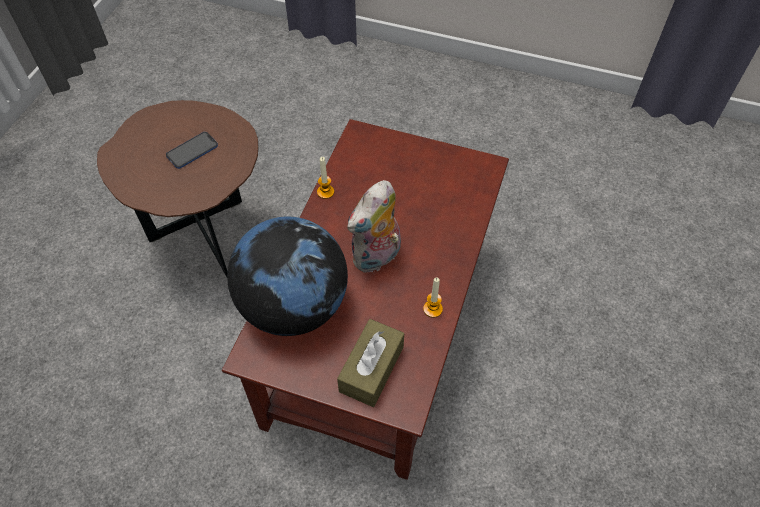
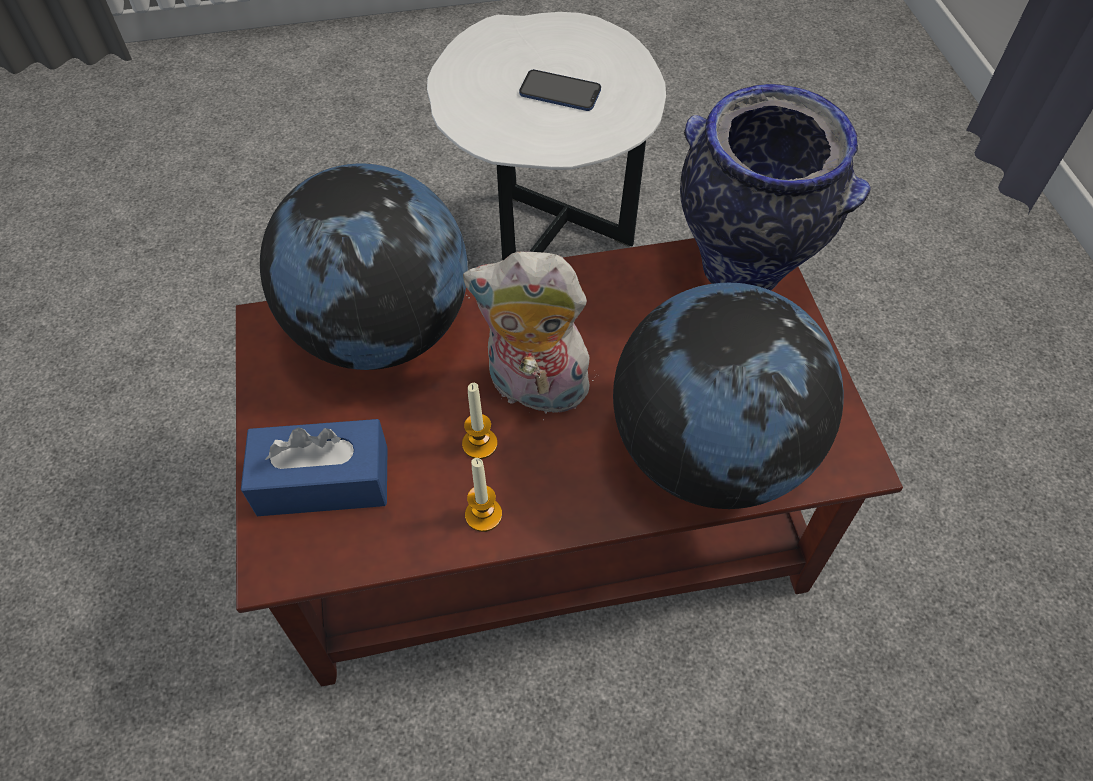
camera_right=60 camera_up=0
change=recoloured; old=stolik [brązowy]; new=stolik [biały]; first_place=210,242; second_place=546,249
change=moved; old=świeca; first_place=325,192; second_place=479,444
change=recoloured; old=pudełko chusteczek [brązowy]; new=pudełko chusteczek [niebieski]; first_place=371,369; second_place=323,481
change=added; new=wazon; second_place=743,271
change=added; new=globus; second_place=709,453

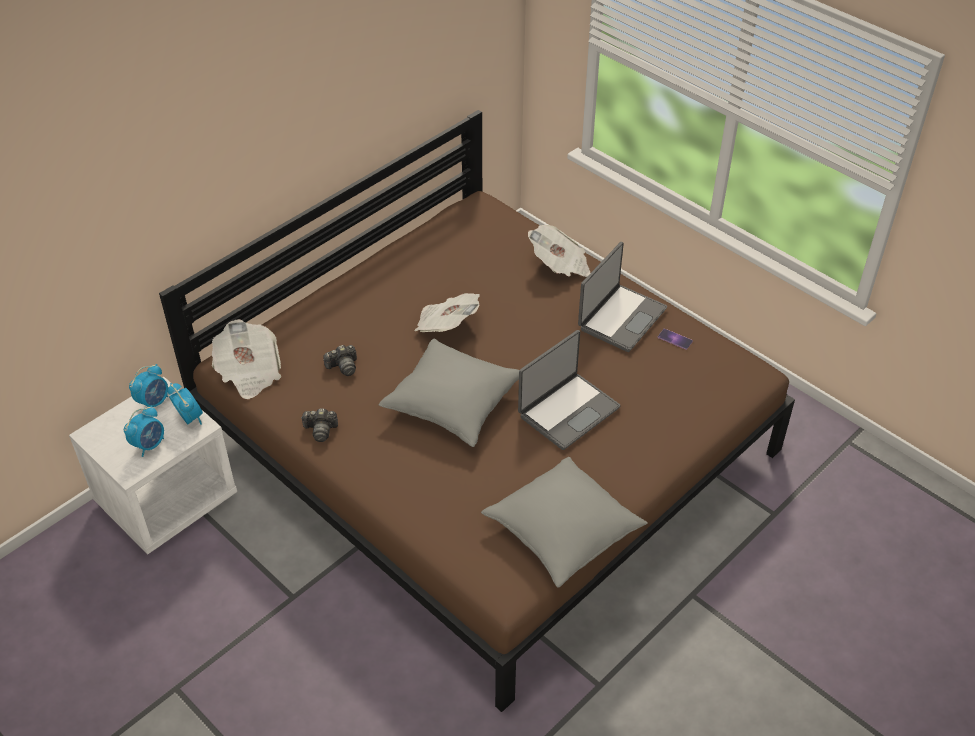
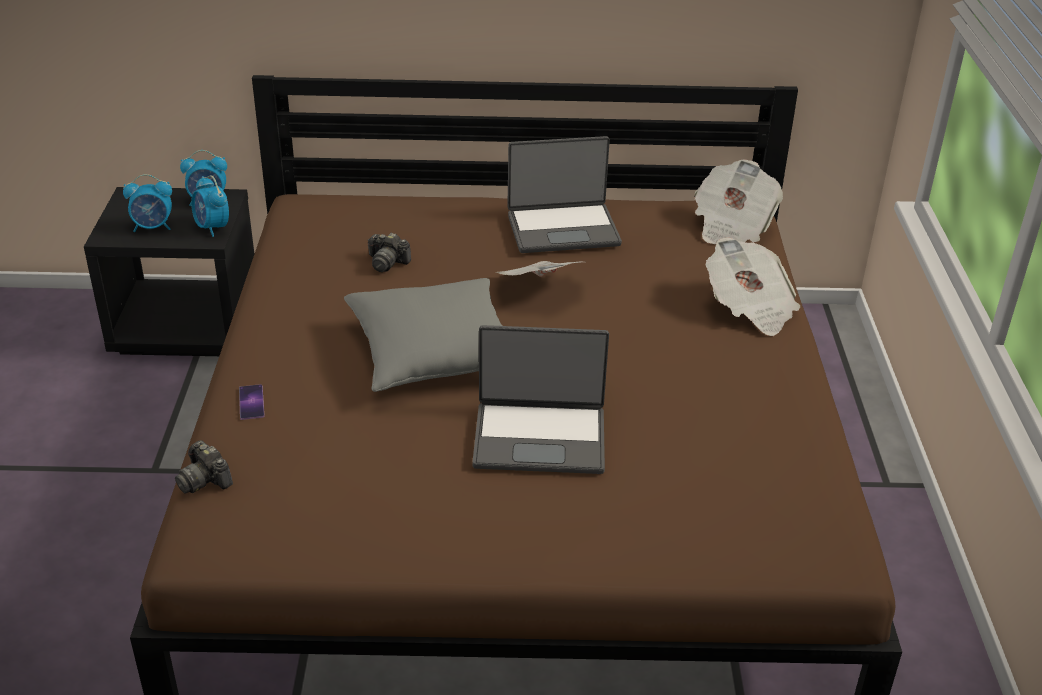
camera_right=45 camera_up=-10
change=moved; old=laptop; first_place=621,318; second_place=563,229
change=moved; old=gazeta; first_place=249,372; second_place=732,225
change=moved; old=telefon; first_place=675,339; second_place=251,402
change=recoloured; old=szafka nocna [biały]; new=szafka nocna [czarny]; first_place=167,499; second_place=188,327
change=turned; old=budzik; first_place=189,418; second_place=212,228; degrees=135
change=moved; old=aparat fotograficzny; first_place=320,430; second_place=204,480
change=removed; old=poduszka [szary]; first_place=563,531

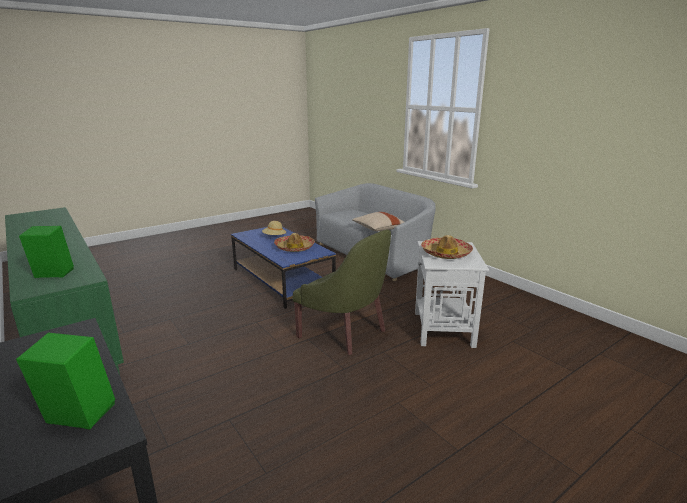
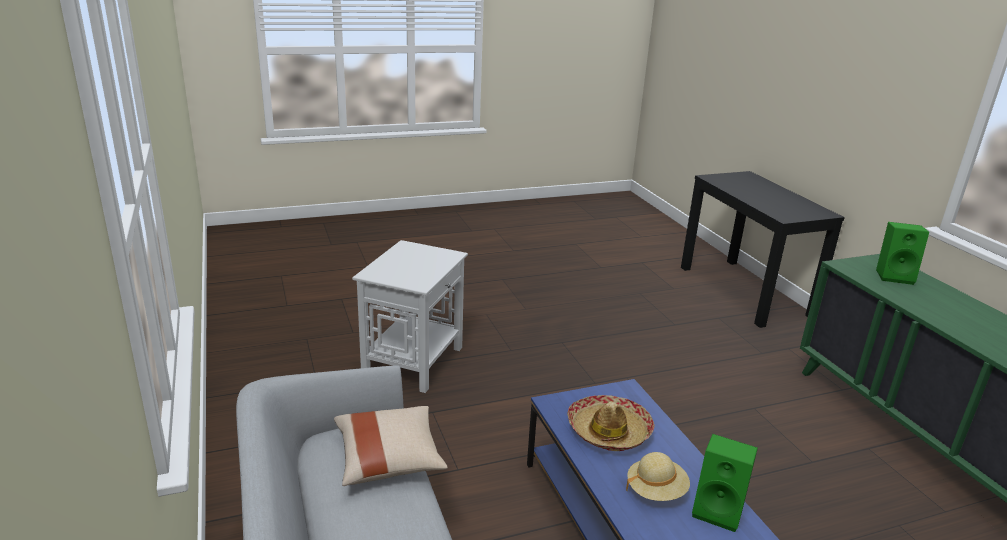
camera_right=-165 camera_up=5
change=removed; old=fotel [zielony]; first_place=345,332
change=removed; old=kapelusz; first_place=446,254
change=moved; old=głośnik [zielony]; first_place=76,418; second_place=719,510

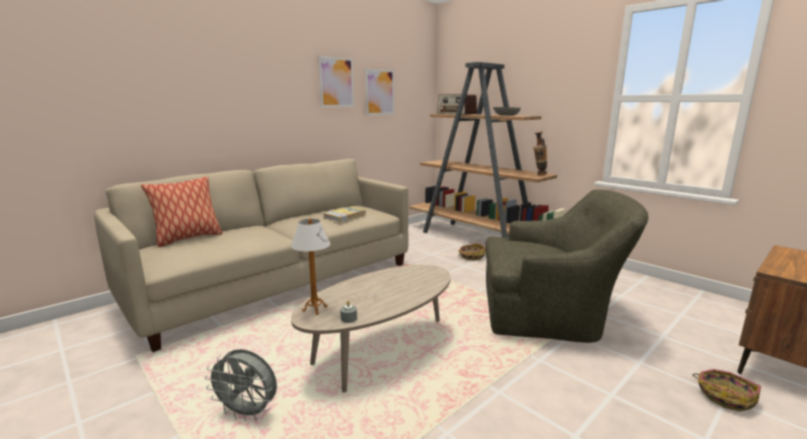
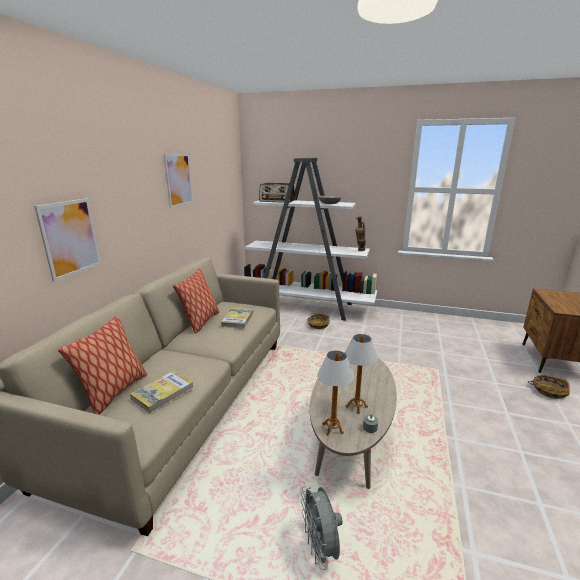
camera_right=-30 camera_up=5
change=recoloured; old=regał [brązowy]; new=regał [biały]; first_place=478,239; second_place=305,307
change=moved; old=obraz; first_place=379,92; second_place=70,238
change=removed; old=fotel [zielony]; first_place=550,314
change=turned; old=wentylator [szary]; first_place=248,413; second_place=320,548; degrees=90
change=added; new=poduszka; second_place=201,322
change=added; new=lampa stołowa; second_place=356,407
change=added; new=książka; second_place=163,393

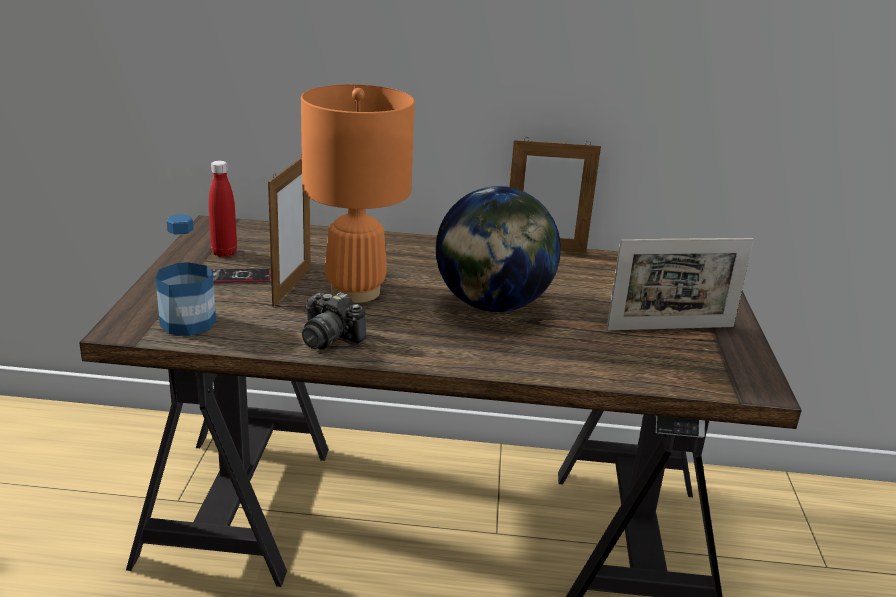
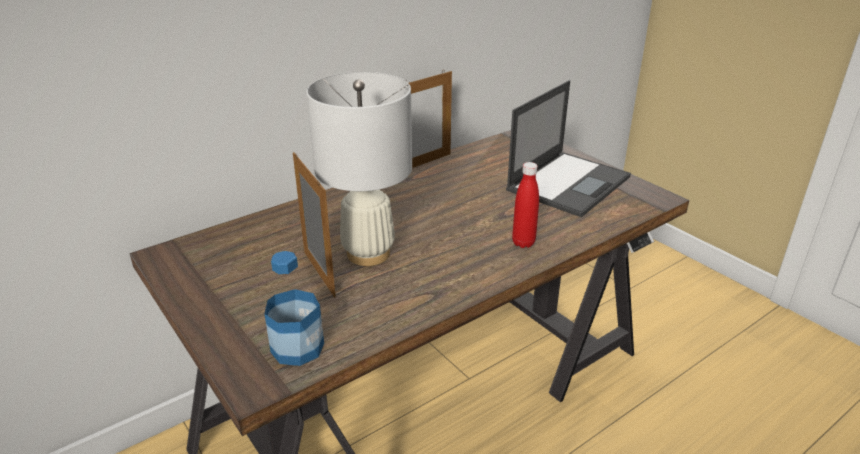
camera_right=-40 camera_up=5
change=recoloured; old=lampa stołowa [pomarańczowy]; new=lampa stołowa [biały]; first_place=355,292; second_place=369,253
change=moved; old=butelka [czerwony]; first_place=224,253; second_place=523,243
change=removed; old=globus; first_place=492,306
change=replaced; old=ramka na zdjęcie; new=laptop; first_place=670,328; second_place=569,183
change=removed; old=telefon; first_place=239,277
change=removed; old=aparat fotograficzny; first_place=330,337

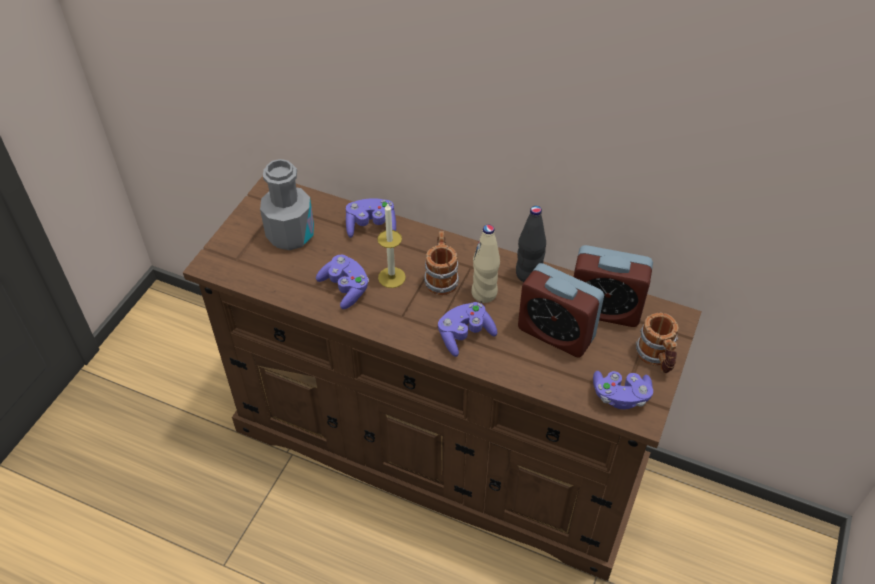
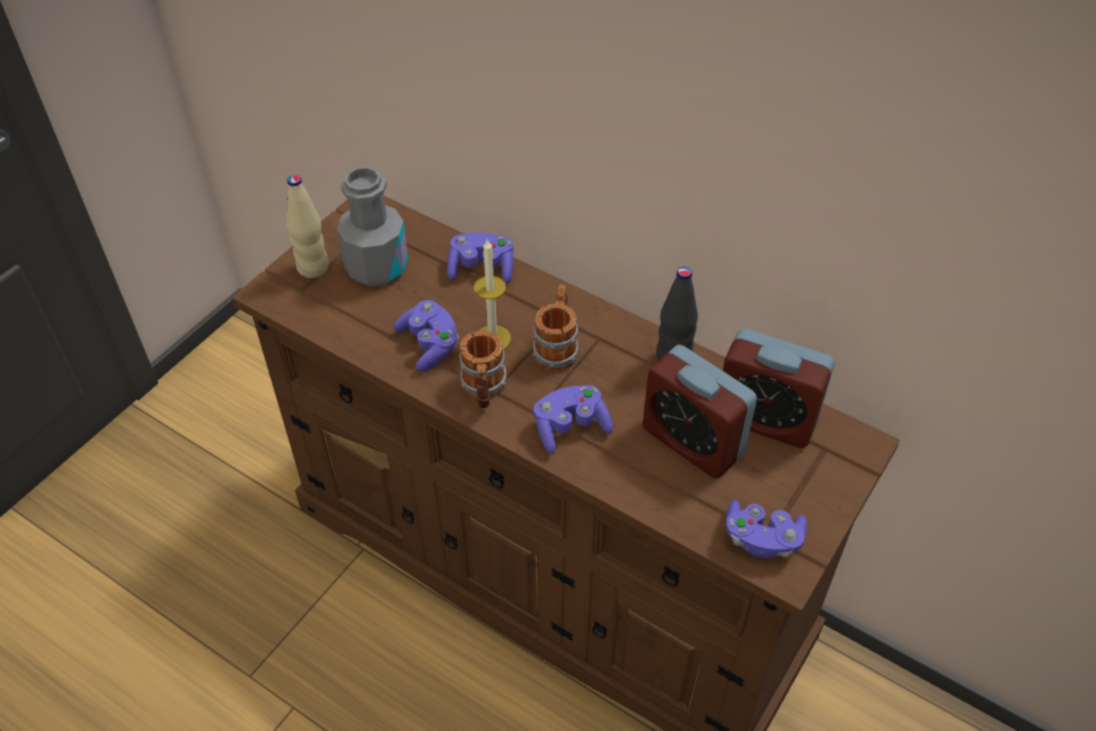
camera_right=10 camera_up=0
change=moved; old=butelka [beżowy]; first_place=484,293; second_place=313,268
change=moved; old=kubek; first_place=656,358; second_place=483,390

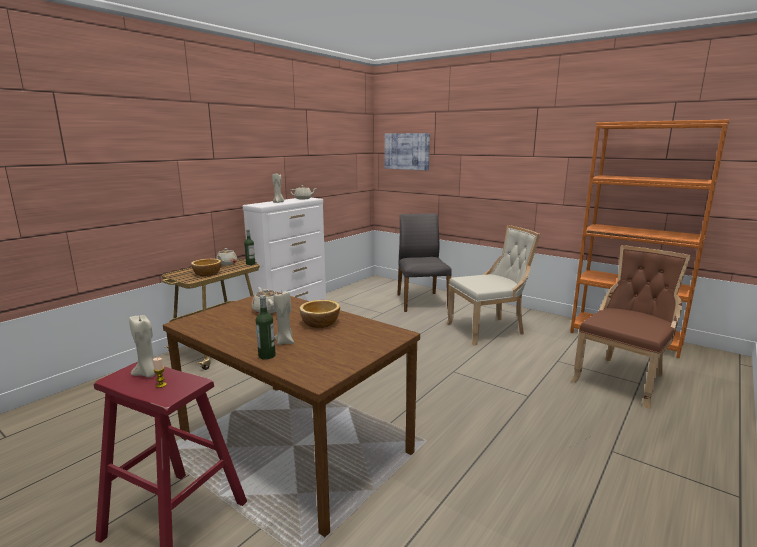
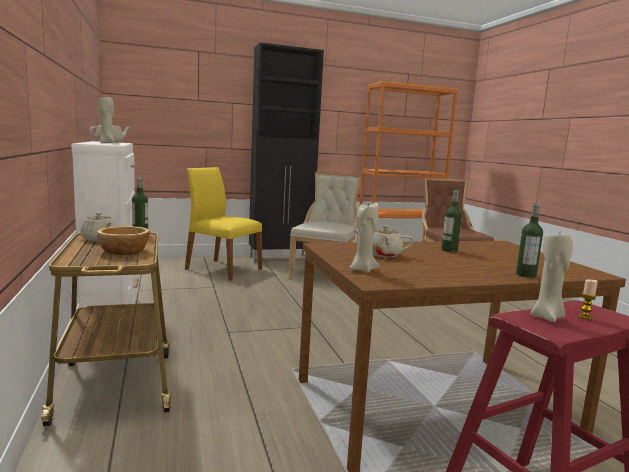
camera_right=-55 camera_up=-5
change=removed; old=obraz; first_place=407,151
change=recoloured; old=krzesło [szary]; new=krzesło [żółty]; first_place=421,301; second_place=222,269
change=moved; old=świeca [beżowy]; first_place=285,342; second_place=362,270
change=replaced; old=miska; new=butelka; first_place=320,323; second_place=449,250
change=added; new=szafka [czarny]; second_place=280,259

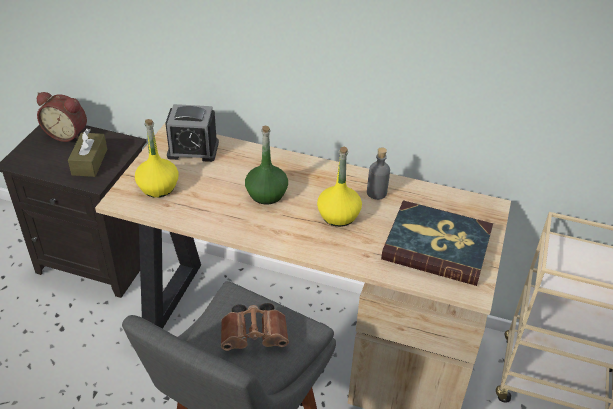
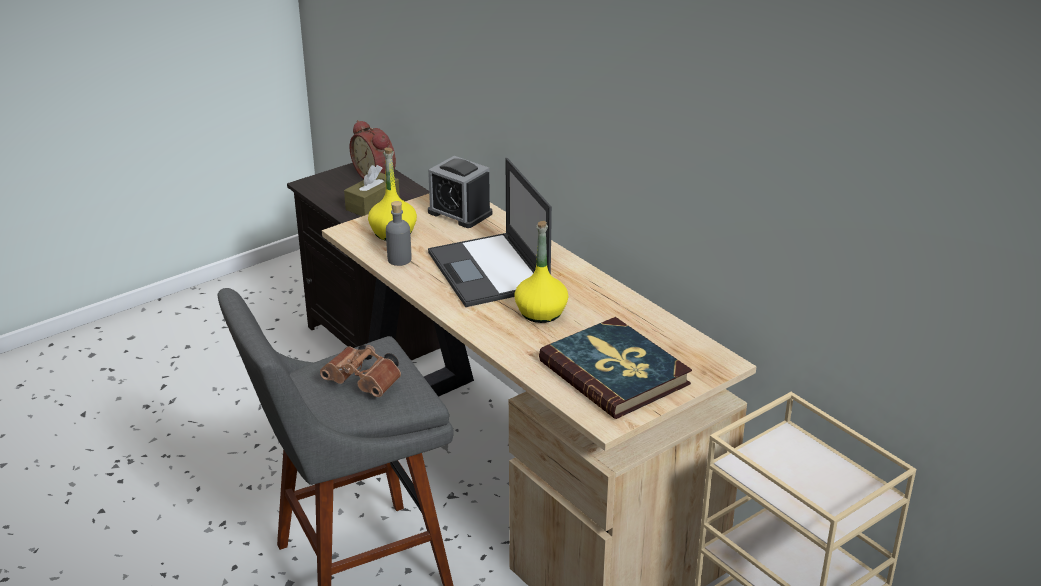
camera_right=35 camera_up=-10
change=replaced; old=butelka [zielony]; new=laptop; first_place=267,194; second_place=489,271
change=moved; old=butelka [szary]; first_place=376,193; second_place=399,259

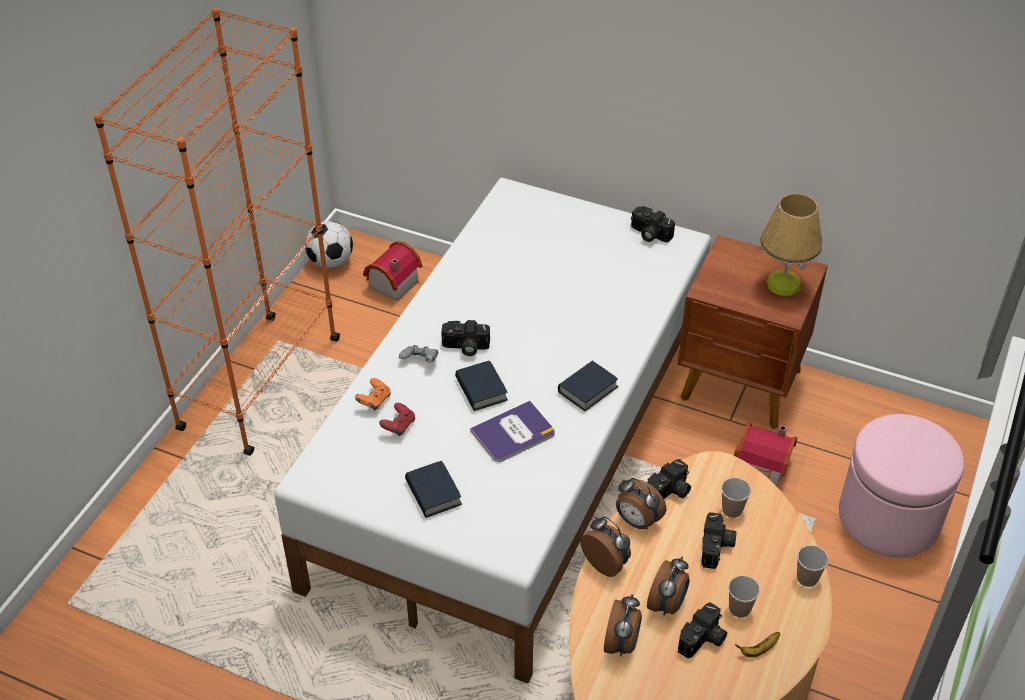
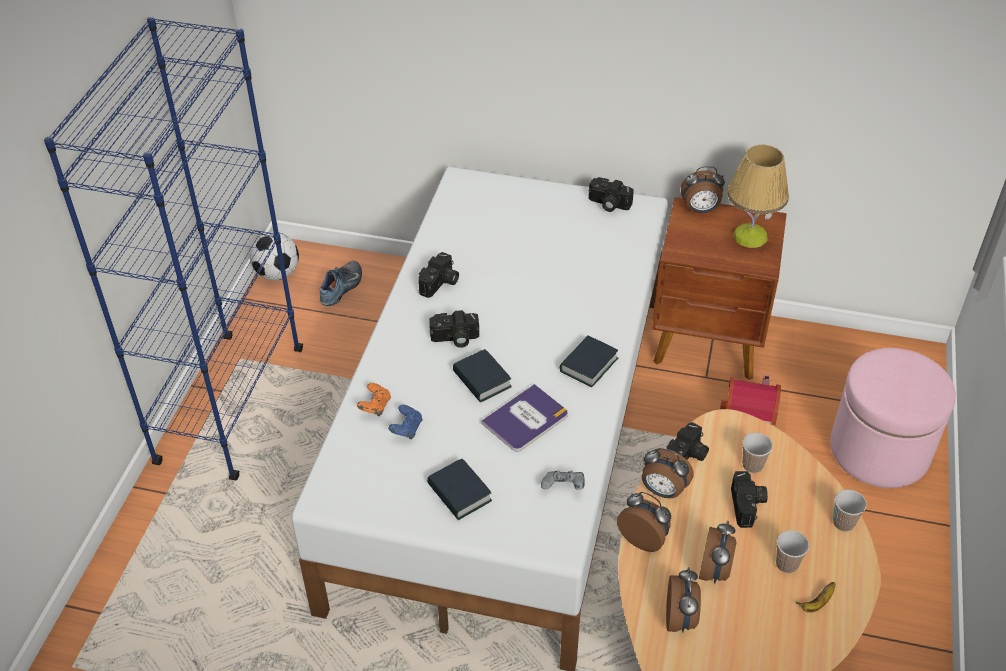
camera_right=-10 camera_up=0
change=recoloured; old=regał [pomarańczowy]; new=regał [niebieski]; first_place=259,384; second_place=230,405
change=replaced; old=domek; new=but; first_place=390,284; second_place=342,288
change=moved; old=pad do gier [szary]; first_place=420,362; second_place=563,488
change=recoloured; old=pad do gier [czerwony]; new=pad do gier [niebieski]; first_place=398,426; second_place=406,429
change=moved; old=aparat fotograficzny; first_place=703,640; second_place=440,284
change=added; new=budzik; second_place=700,210

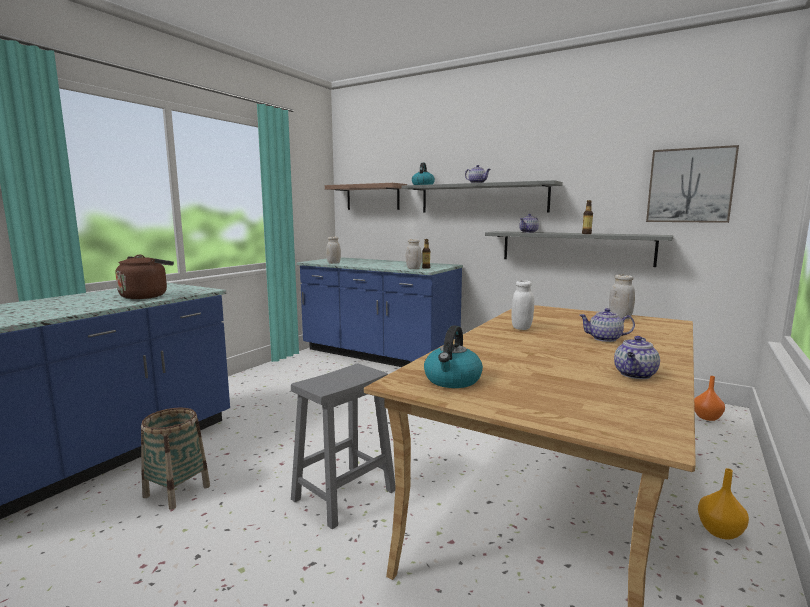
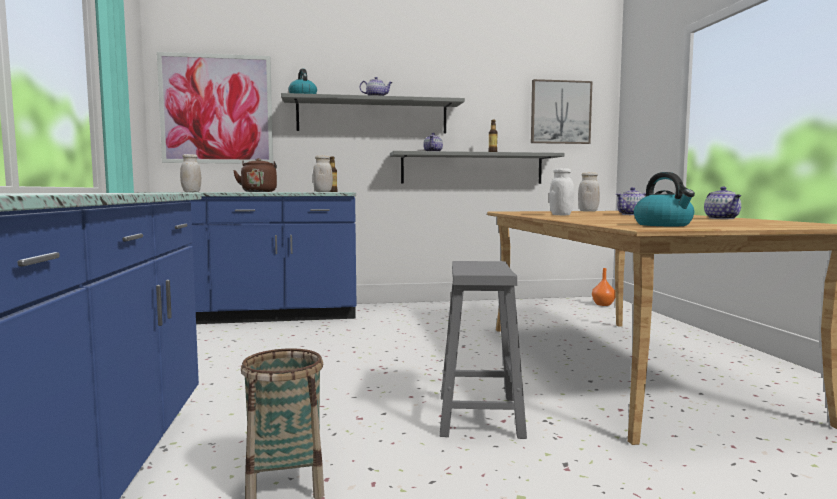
camera_right=-40 camera_up=-5
change=replaced; old=półka; new=obraz; first_place=372,197; second_place=216,109
change=moved; old=czajnik [brązowy]; first_place=146,296; second_place=259,192
change=removed; old=wazon [pomarańczowy]; first_place=719,532

